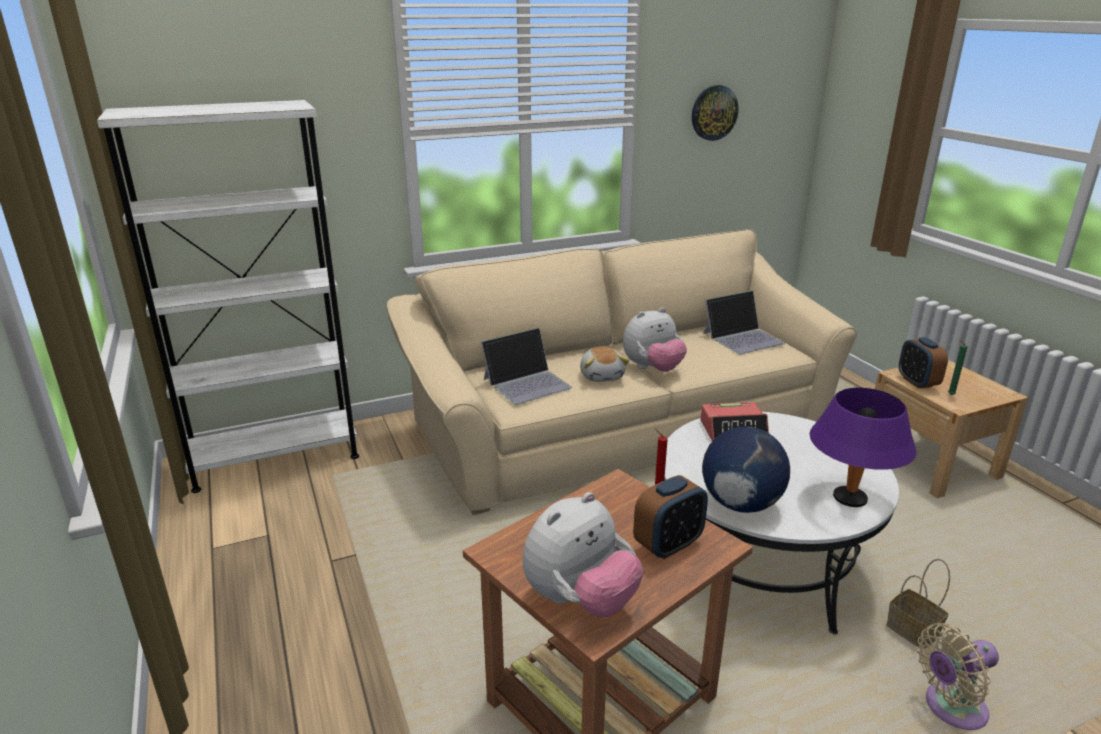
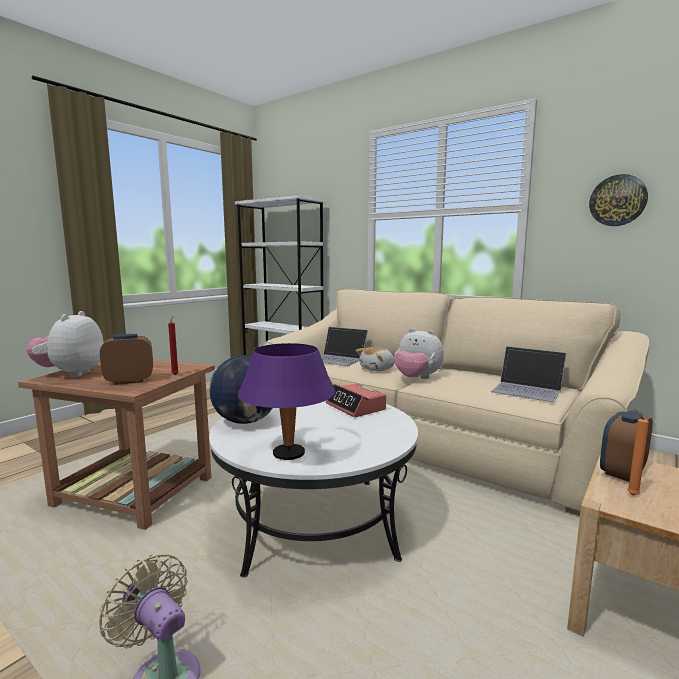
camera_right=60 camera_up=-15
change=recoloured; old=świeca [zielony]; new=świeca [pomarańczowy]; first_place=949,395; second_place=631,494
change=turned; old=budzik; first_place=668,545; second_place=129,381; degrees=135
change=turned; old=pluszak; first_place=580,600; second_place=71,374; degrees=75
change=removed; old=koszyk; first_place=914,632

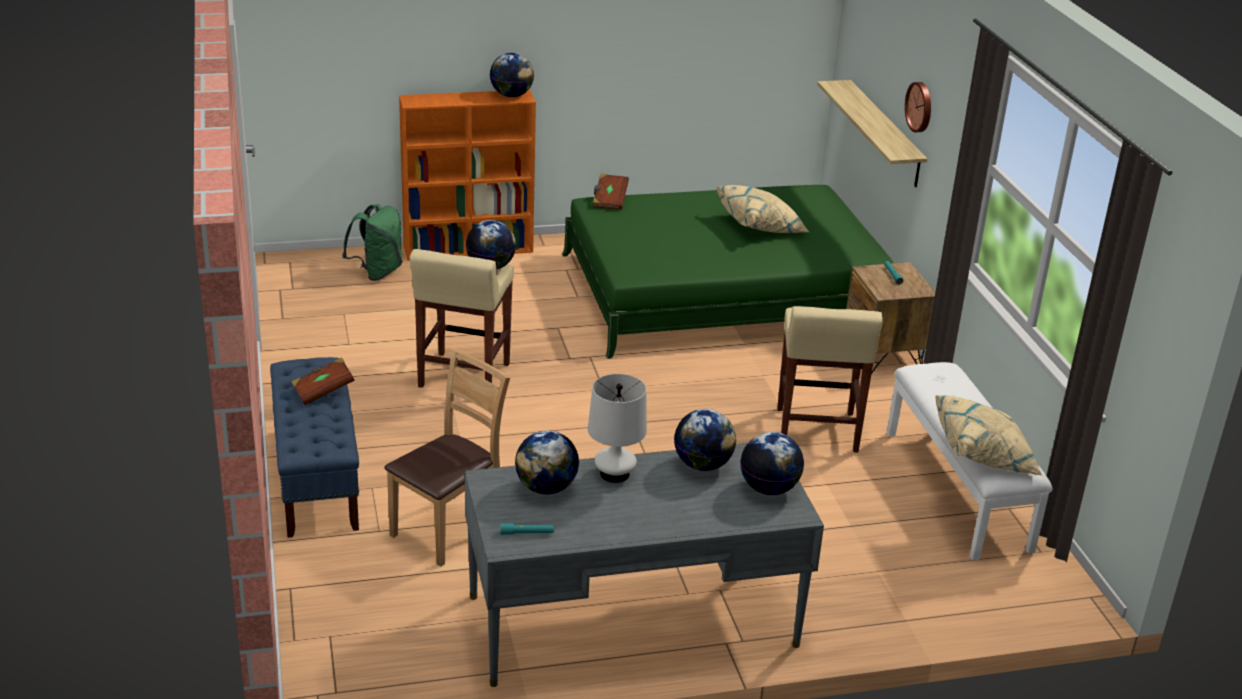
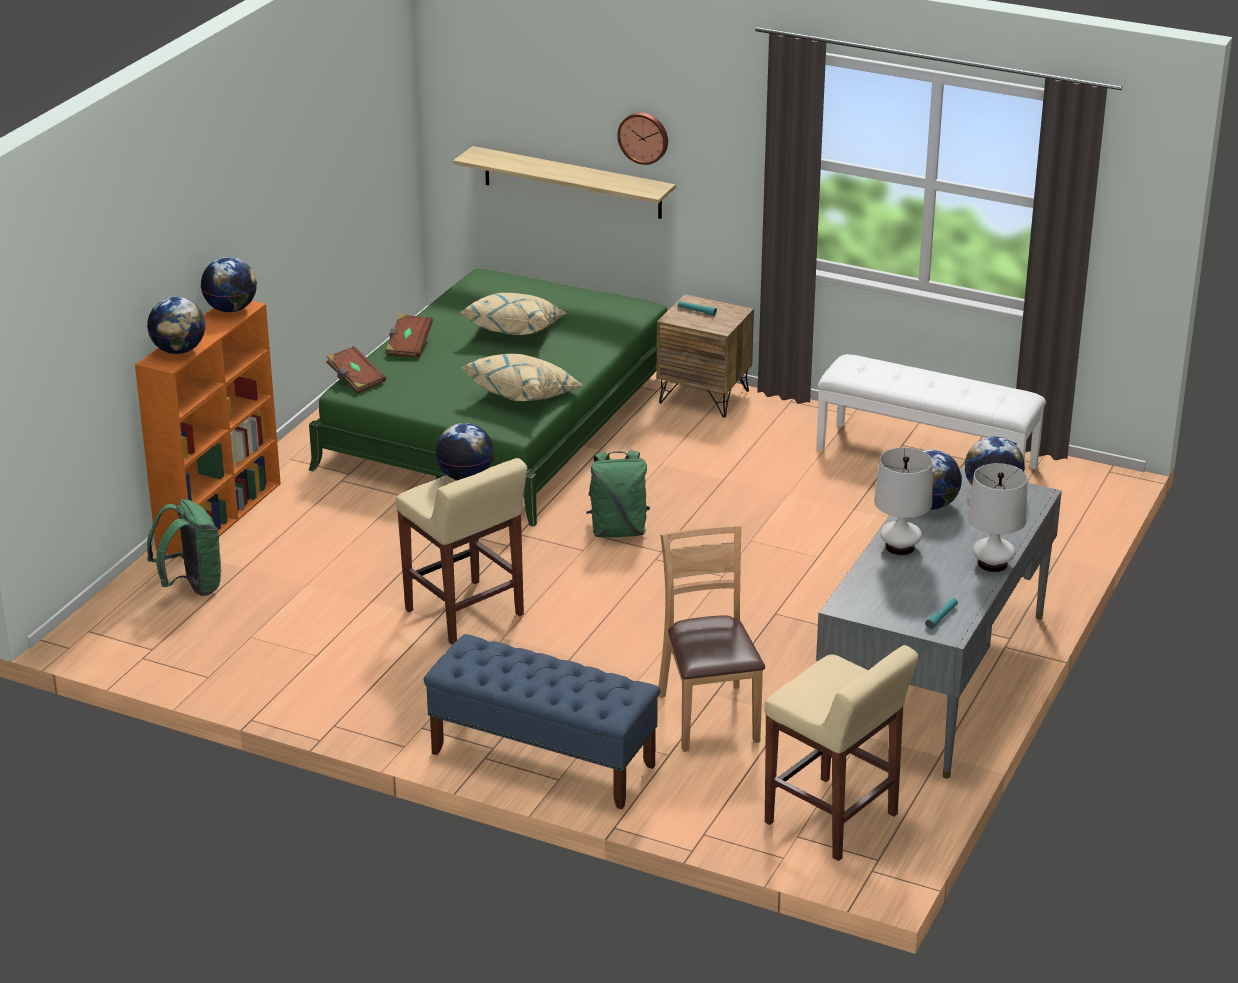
camera_right=-50 camera_up=0
change=moved; old=stołek [beżowy]; first_place=816,431; second_place=832,820
change=moved; old=książka [brązowy]; first_place=323,391; second_place=408,346
change=moved; old=poduszka [beżowy]; first_place=984,454; second_place=524,395
change=moved; old=globus; first_place=546,488; second_place=178,351
change=added; new=plecak [zielony]; second_place=618,531
change=added; new=lampa stołowa [biały]; second_place=992,564

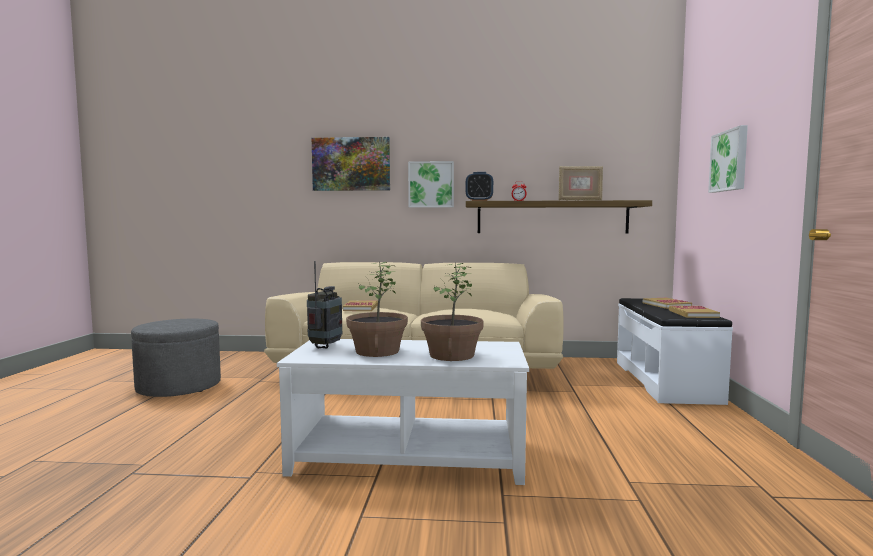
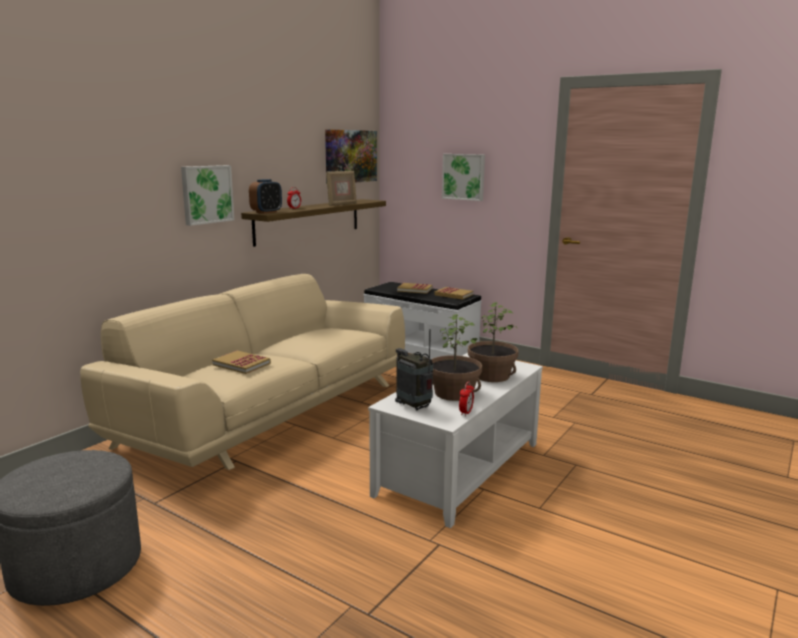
camera_right=-60 camera_up=10
change=moved; old=obraz; first_place=351,164; second_place=350,156
change=added; new=budzik; second_place=466,412

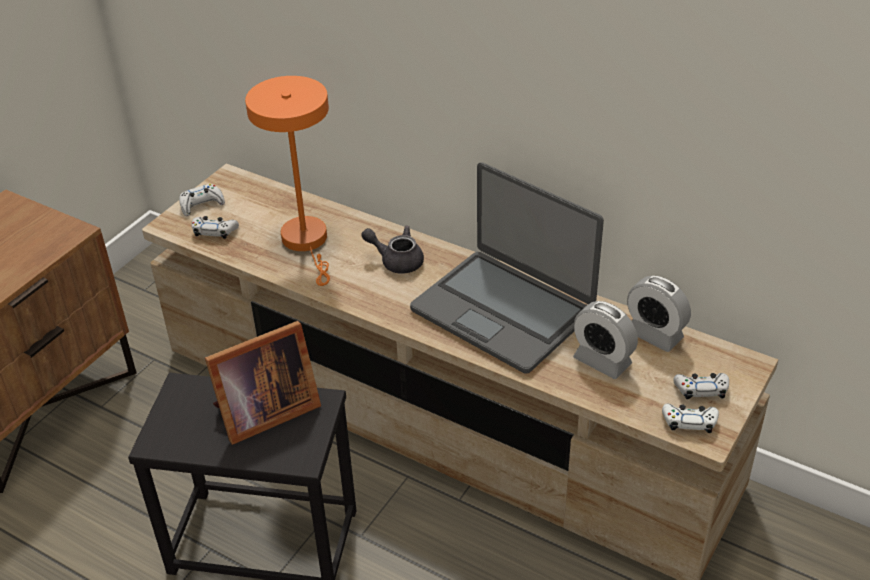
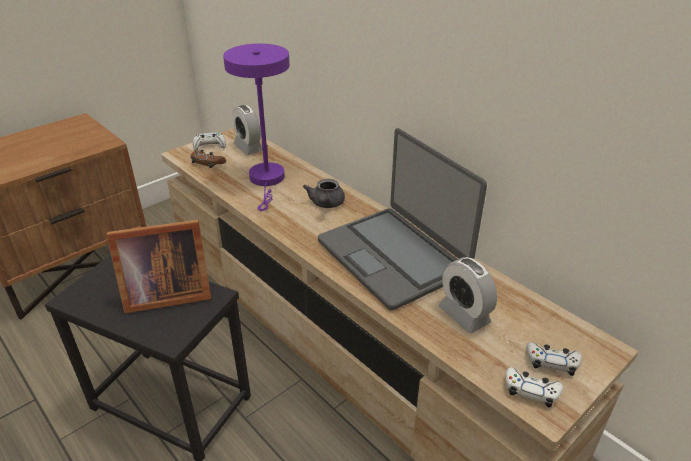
camera_right=15 camera_up=-5
change=recoloured; old=lampa stołowa [pomarańczowy]; new=lampa stołowa [fioletowy]; first_place=307,242; second_place=267,180
change=recoloured; old=pad do gier [biały]; new=pad do gier [brązowy]; first_place=214,231; second_place=207,163
change=turned; old=imbryk [szary]; first_place=397,260; second_place=326,204; degrees=-120
change=moved; old=budzik; first_place=654,335; second_place=248,148

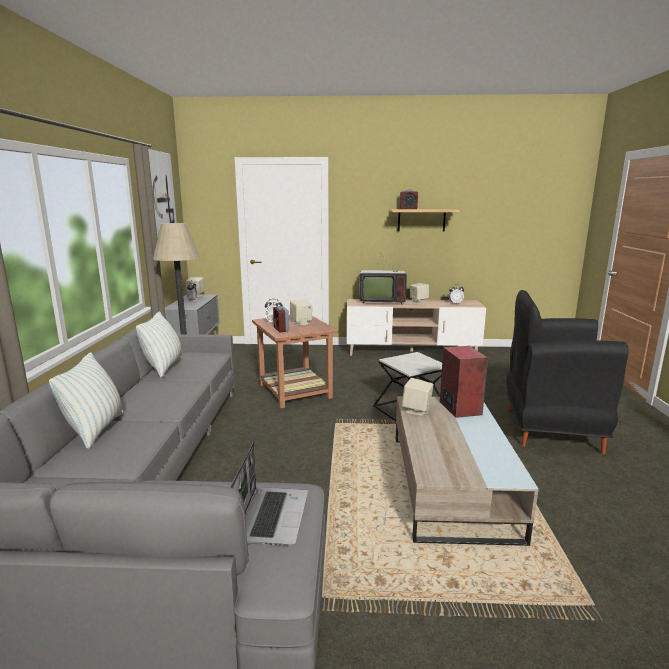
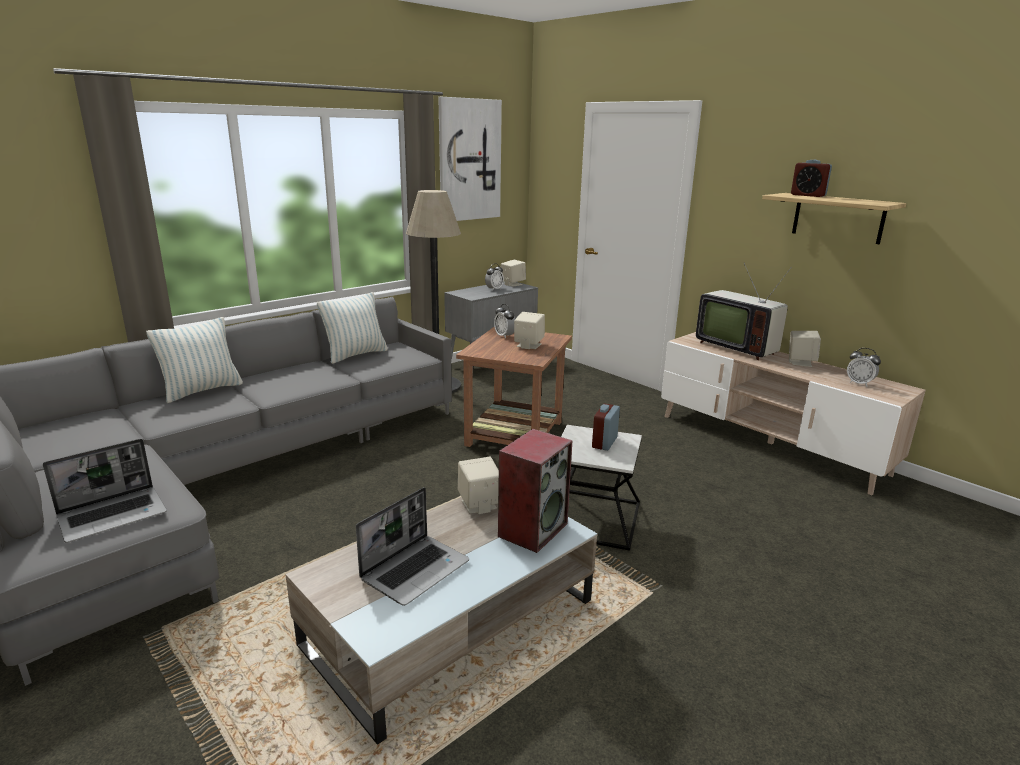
camera_right=45 camera_up=5
change=removed; old=fotel [czarny]; first_place=549,429
change=moved; old=budzik; first_place=281,329; second_place=604,442
change=added; new=laptop; second_place=415,570

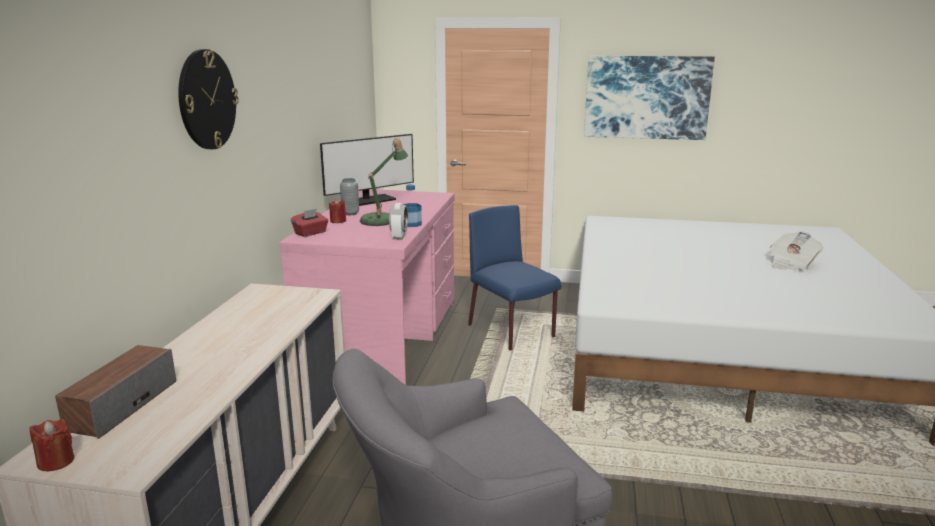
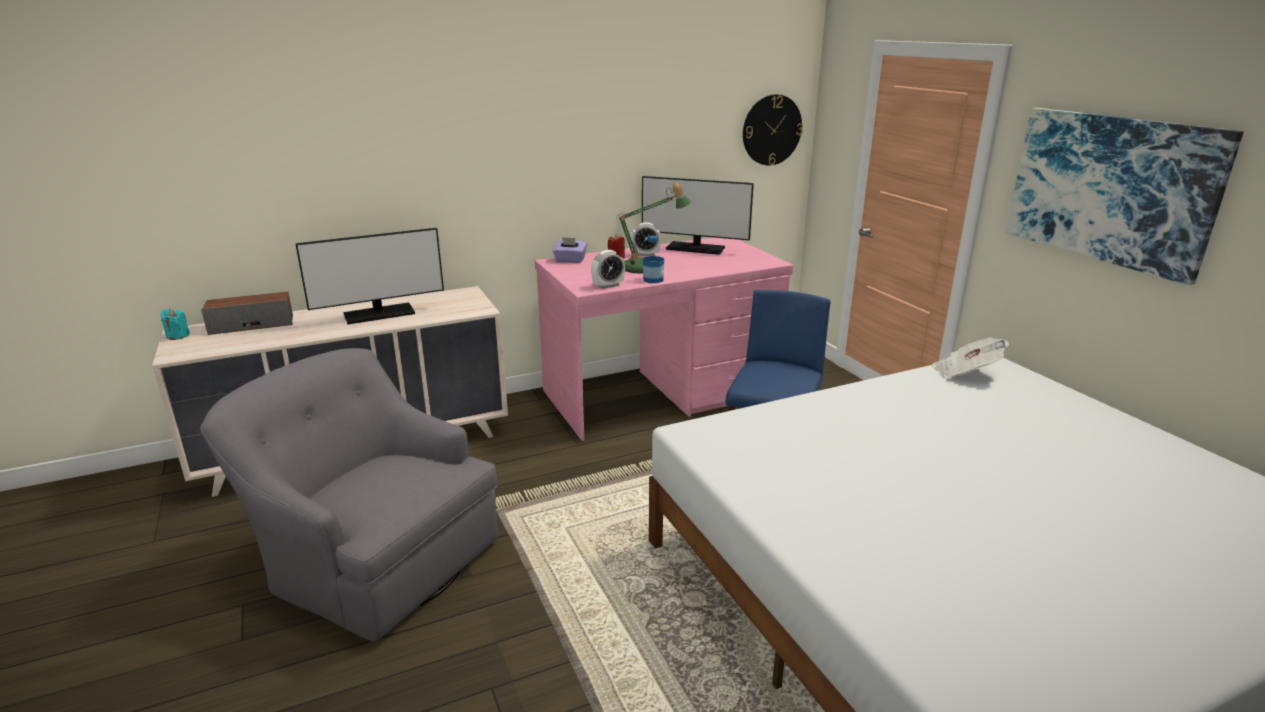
camera_right=55 camera_up=5
change=moved; old=zegar ścienny; first_place=207,100; second_place=771,130
change=replaced; old=wazon [szary]; new=budzik; first_place=350,213; second_place=646,254
change=recoloured; old=pudełko chusteczek [czerwony]; new=pudełko chusteczek [fioletowy]; first_place=310,233; second_place=570,260
change=moved; old=gazeta; first_place=791,264; second_place=965,372
change=recoloured; old=świeca [czerwony]; new=świeca [turkusowy]; first_place=56,462; second_place=177,336
change=added; new=monitor; second_place=379,314

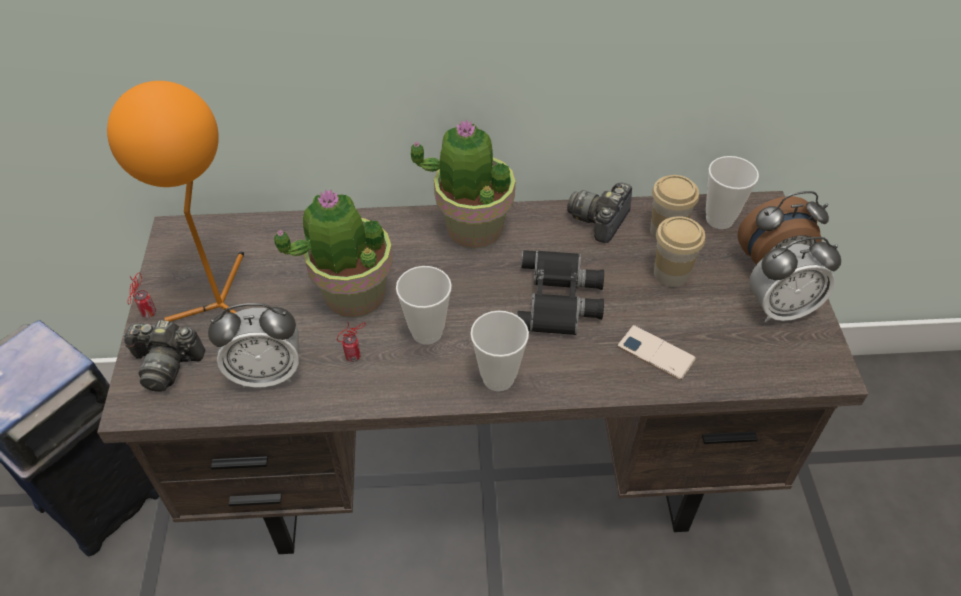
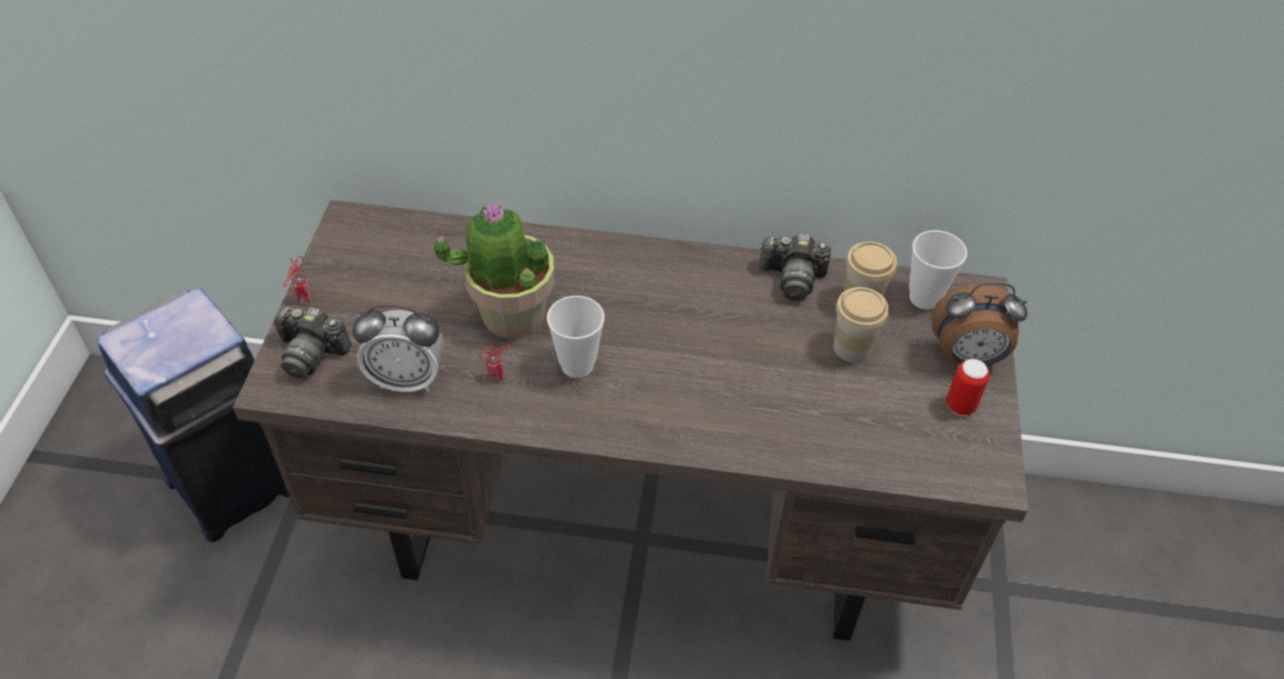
camera_right=10 camera_up=0
change=removed; old=lampa stołowa [pomarańczowy]; first_place=223,298
change=removed; old=roślina doniczkowa; first_place=473,228
change=turned; old=aparat fotograficzny; first_place=600,220; second_place=792,278; degrees=-120
change=replaced; old=budzik; new=puszka; first_place=780,309; second_place=960,405
change=removed; old=lornetka [czarny]; first_place=560,298
change=removed; old=filiżanka; first_place=498,378
change=removed; old=telefon; first_place=656,353

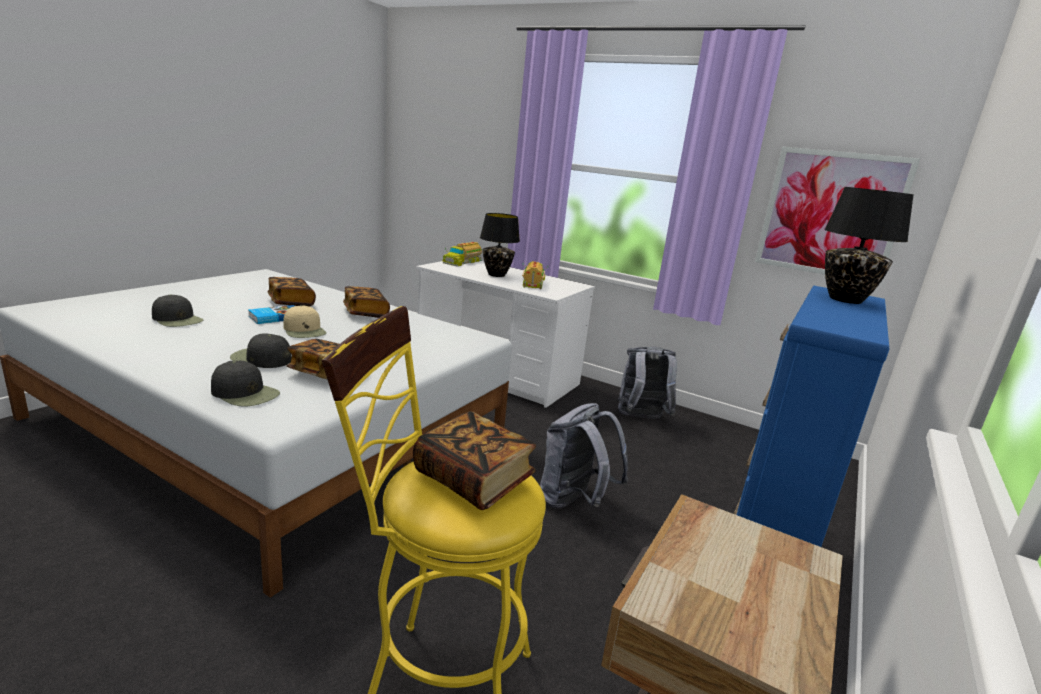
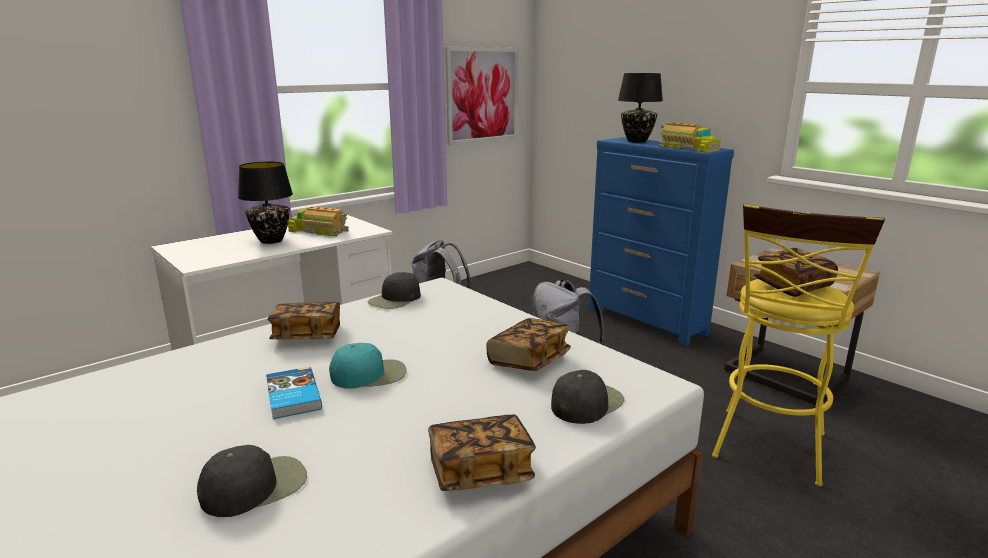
camera_right=-70 camera_up=0
change=moved; old=ciężarówka zabawkowa; first_place=462,262; second_place=687,148
change=moved; old=książka; first_place=291,302; second_place=480,471
change=recoloured; old=czapka z daszkiem [beżowy]; new=czapka z daszkiem [turkusowy]; first_place=304,330; second_place=369,374
change=moved; old=czapka z daszkiem [czarny]; first_place=261,358; second_place=395,299

